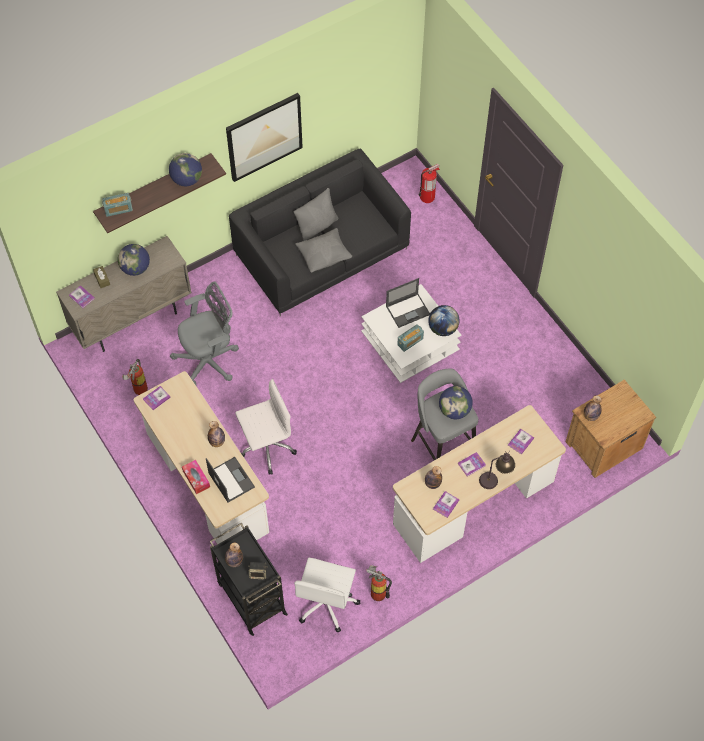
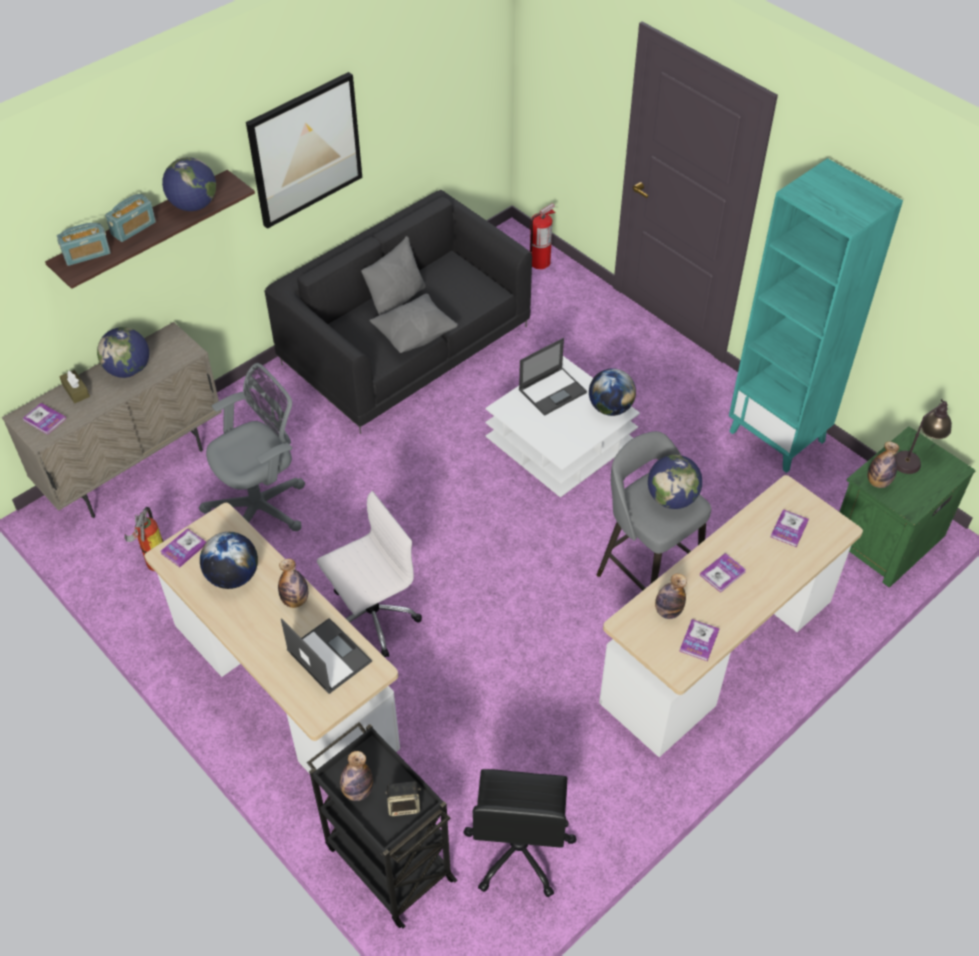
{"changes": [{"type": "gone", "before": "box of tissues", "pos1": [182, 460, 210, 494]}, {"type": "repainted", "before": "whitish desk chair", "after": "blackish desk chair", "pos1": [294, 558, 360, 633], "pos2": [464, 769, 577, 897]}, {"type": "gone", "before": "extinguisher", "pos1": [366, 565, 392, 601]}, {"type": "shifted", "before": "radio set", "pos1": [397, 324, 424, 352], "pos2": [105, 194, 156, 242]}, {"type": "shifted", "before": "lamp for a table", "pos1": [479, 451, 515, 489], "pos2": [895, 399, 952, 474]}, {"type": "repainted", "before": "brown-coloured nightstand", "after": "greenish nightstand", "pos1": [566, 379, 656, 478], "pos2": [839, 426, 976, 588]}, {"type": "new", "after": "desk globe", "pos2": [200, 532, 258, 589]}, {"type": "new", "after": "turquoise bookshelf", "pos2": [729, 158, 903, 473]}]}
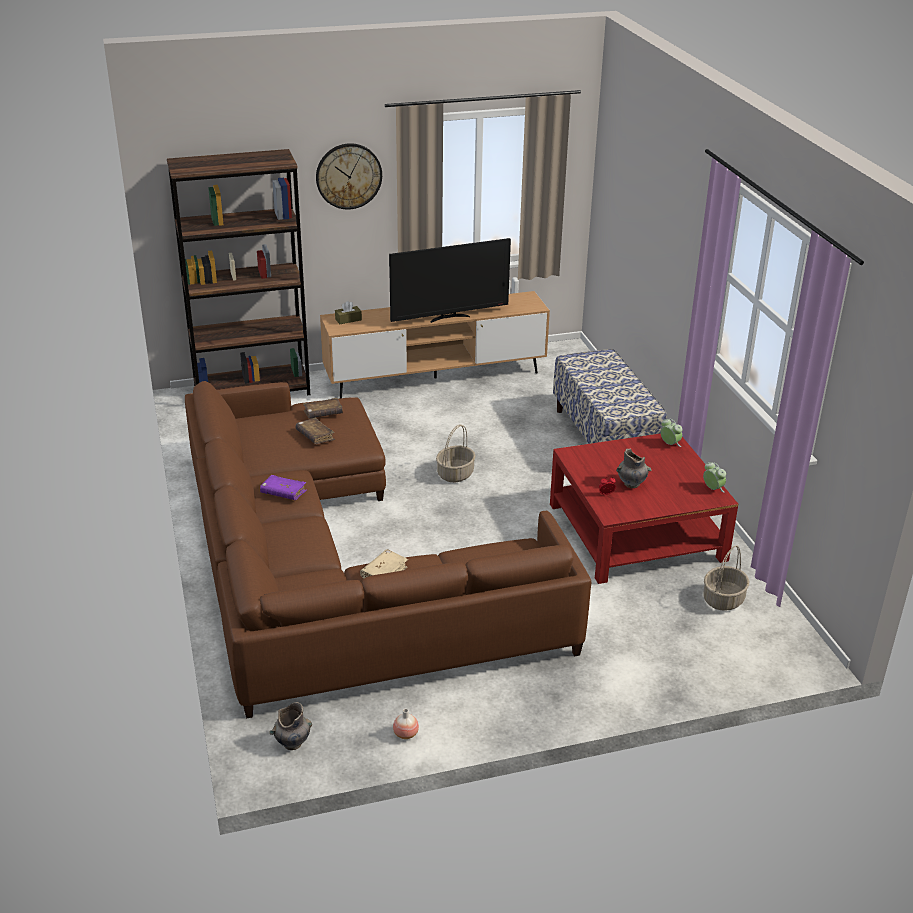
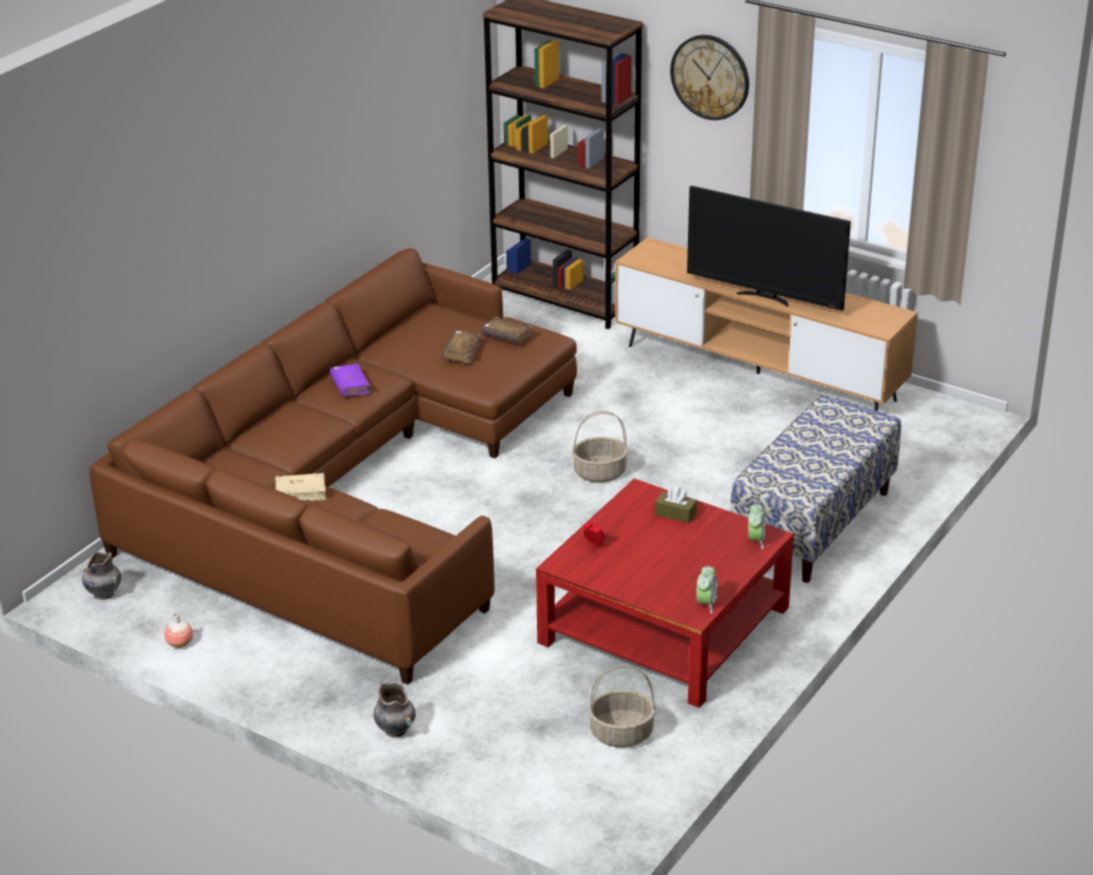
{"changes": [{"type": "shifted", "before": "brown-coloured box of tissues", "pos1": [335, 301, 362, 324], "pos2": [655, 487, 697, 523]}, {"type": "shifted", "before": "grey vase", "pos1": [616, 449, 652, 488], "pos2": [373, 681, 416, 737]}]}
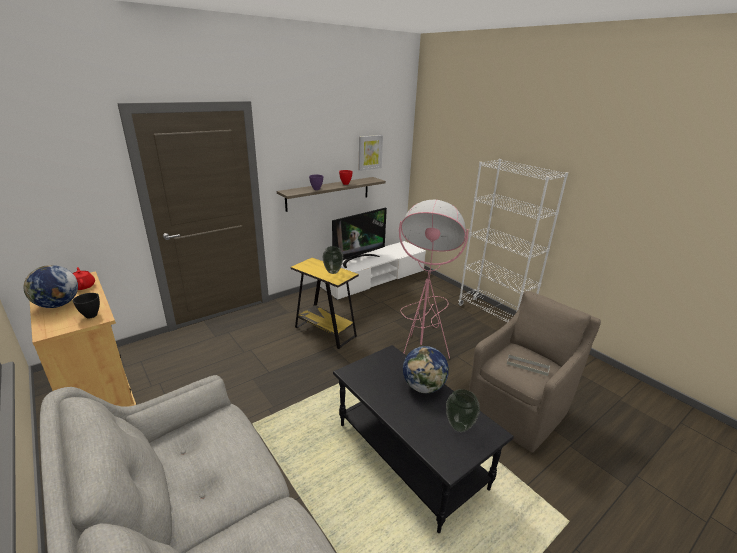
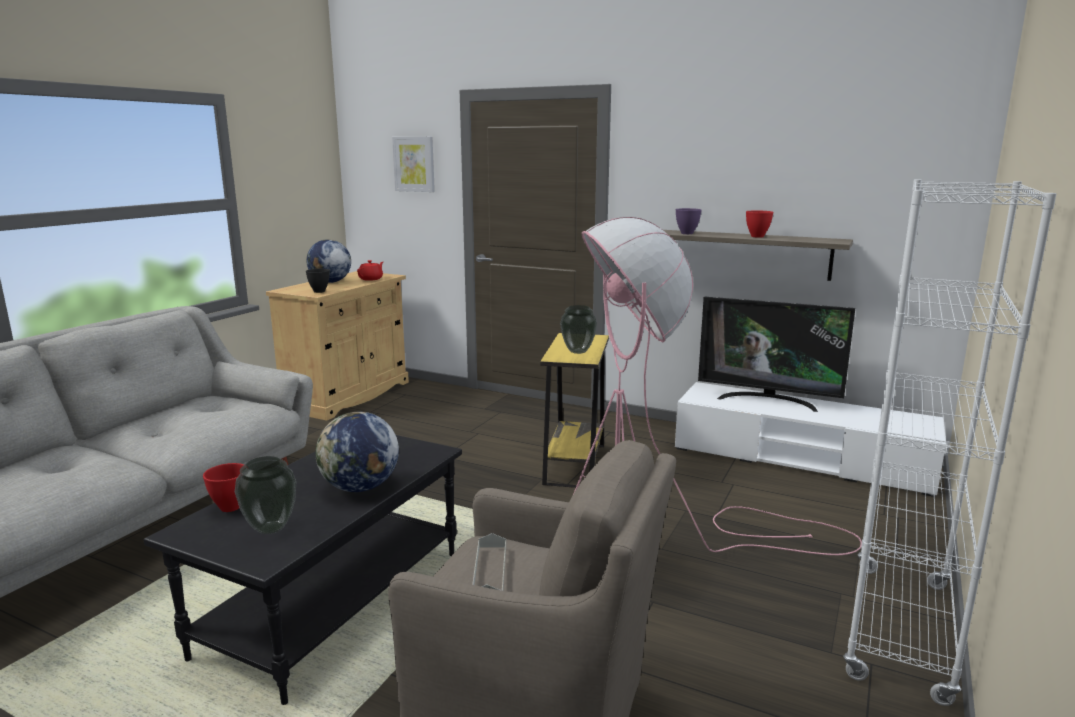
{"changes": [{"type": "shifted", "before": "wall art", "pos1": [359, 135, 383, 171], "pos2": [392, 137, 435, 192]}, {"type": "new", "after": "red deep dish", "pos2": [203, 463, 244, 512]}]}
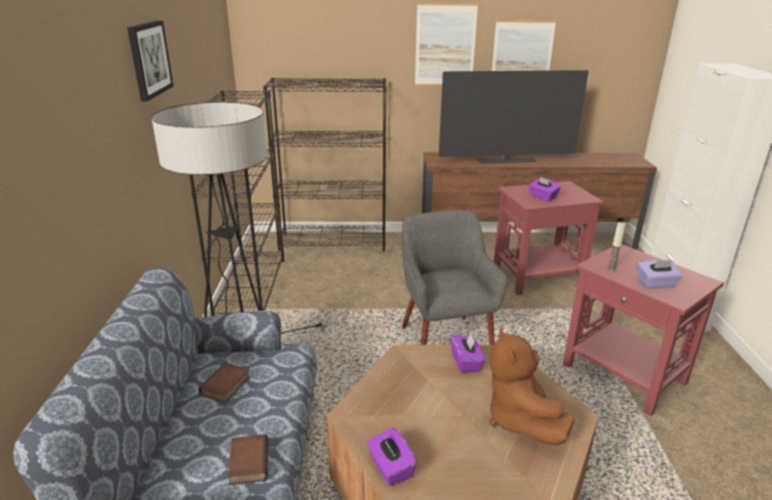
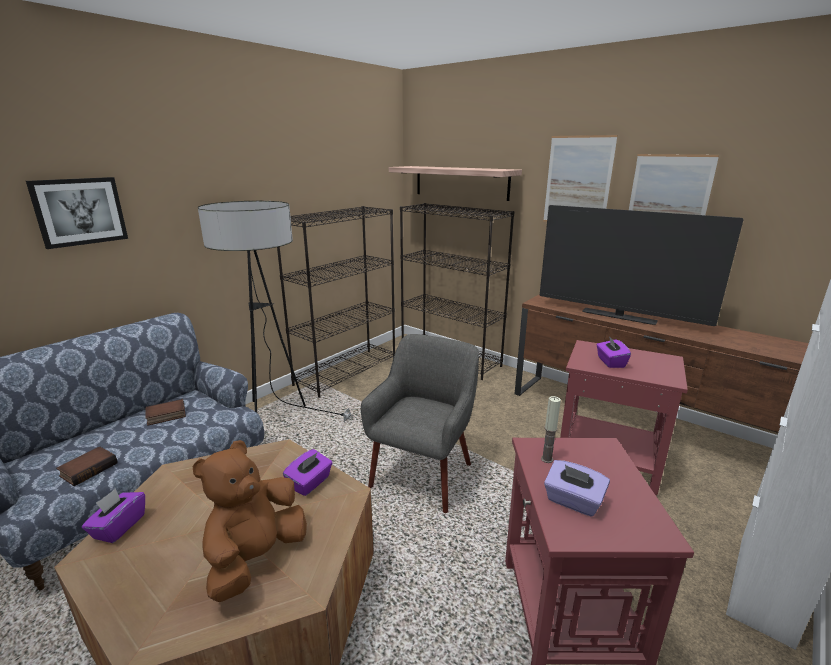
{"changes": [{"type": "shifted", "before": "wall art", "pos1": [127, 20, 174, 101], "pos2": [26, 177, 128, 249]}, {"type": "new", "after": "shelf", "pos2": [389, 166, 522, 201]}]}
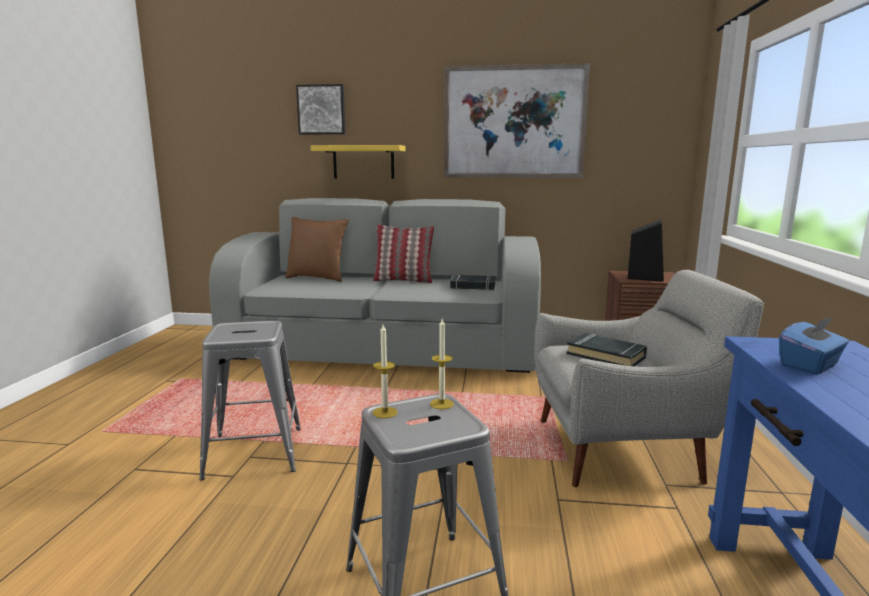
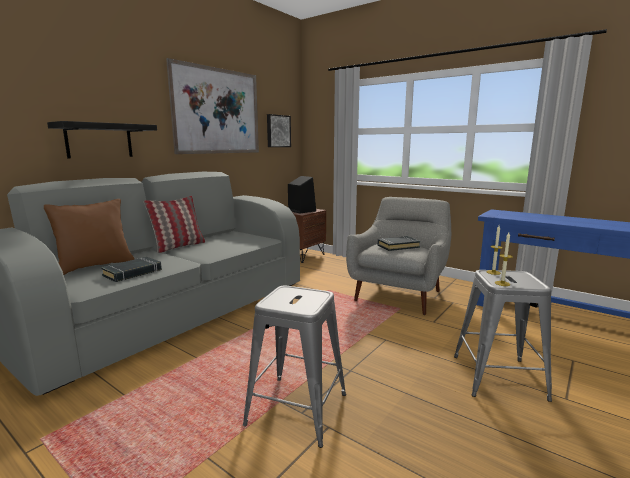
{"changes": [{"type": "shifted", "before": "wall art", "pos1": [296, 84, 346, 134], "pos2": [267, 114, 291, 147]}, {"type": "repainted", "before": "yellow shelf", "after": "blackish shelf", "pos1": [311, 145, 406, 179], "pos2": [47, 121, 157, 158]}, {"type": "shifted", "before": "blackish book", "pos1": [450, 275, 495, 290], "pos2": [101, 257, 162, 282]}, {"type": "gone", "before": "blue box of tissues", "pos1": [779, 317, 849, 375]}]}
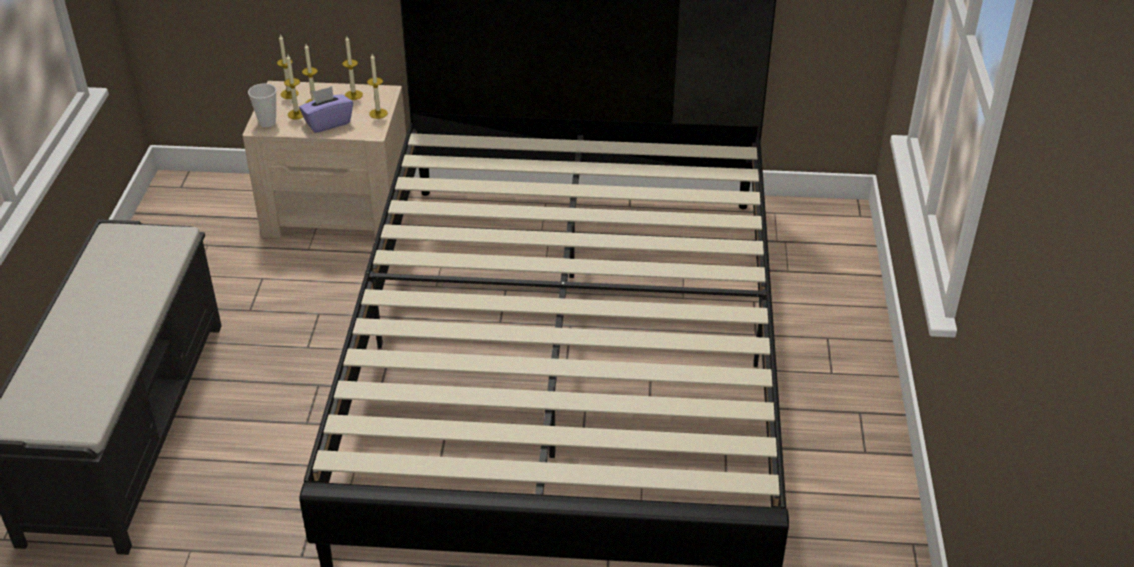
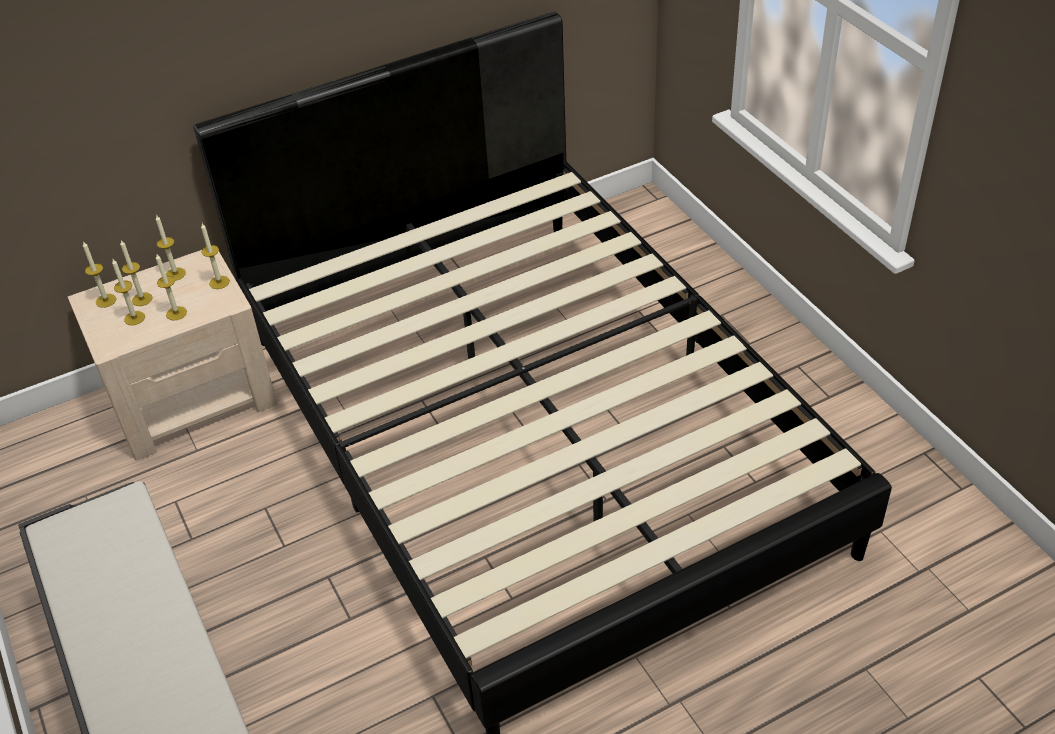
{"changes": [{"type": "gone", "before": "cup", "pos1": [248, 83, 277, 127]}, {"type": "swapped", "before": "purple-coloured box of tissues", "after": "wax light", "pos1": [299, 86, 353, 133], "pos2": [156, 254, 187, 321]}]}
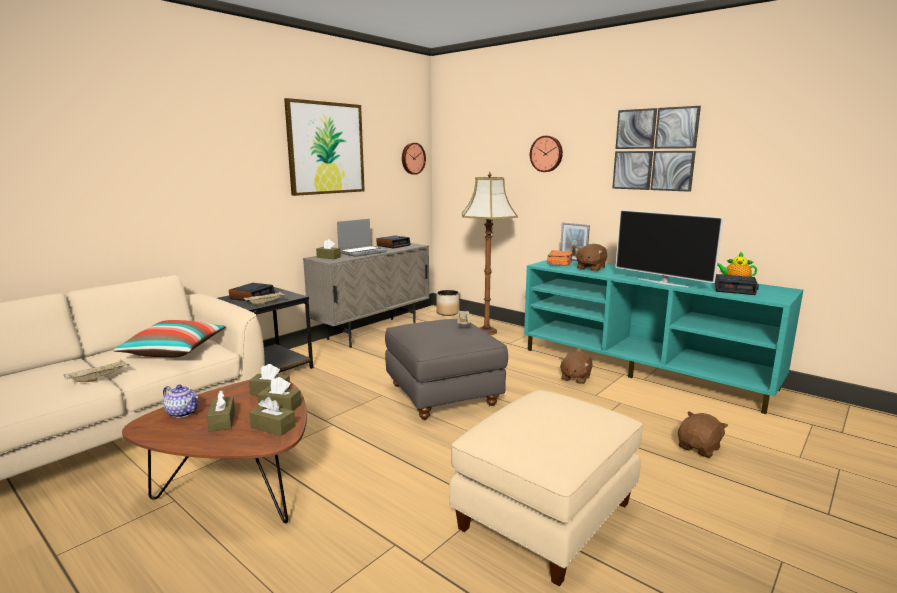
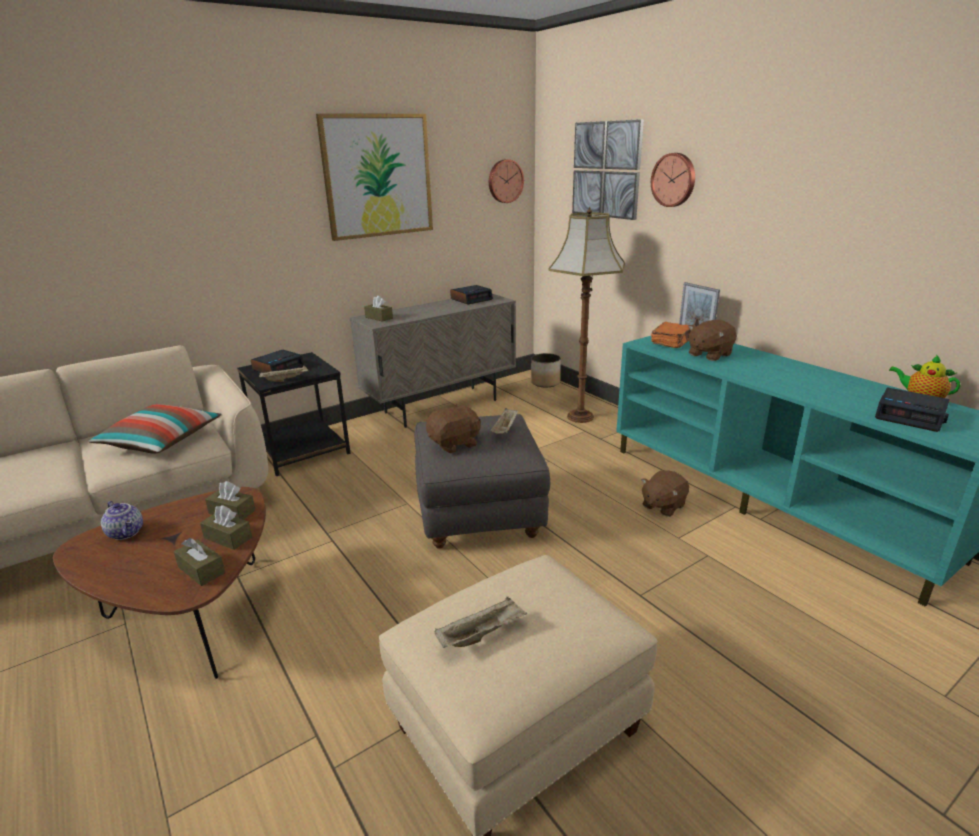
{"changes": [{"type": "shifted", "before": "beige carrying tray", "pos1": [63, 359, 129, 382], "pos2": [435, 597, 527, 648]}, {"type": "gone", "before": "brown-coloured box of tissues", "pos1": [207, 390, 235, 432]}, {"type": "gone", "before": "notebook computer", "pos1": [337, 219, 387, 257]}, {"type": "shifted", "before": "wall art", "pos1": [612, 106, 701, 192], "pos2": [572, 119, 644, 220]}, {"type": "gone", "before": "television", "pos1": [615, 210, 723, 287]}, {"type": "shifted", "before": "brown-coloured soft toy", "pos1": [678, 411, 728, 458], "pos2": [426, 404, 481, 453]}]}
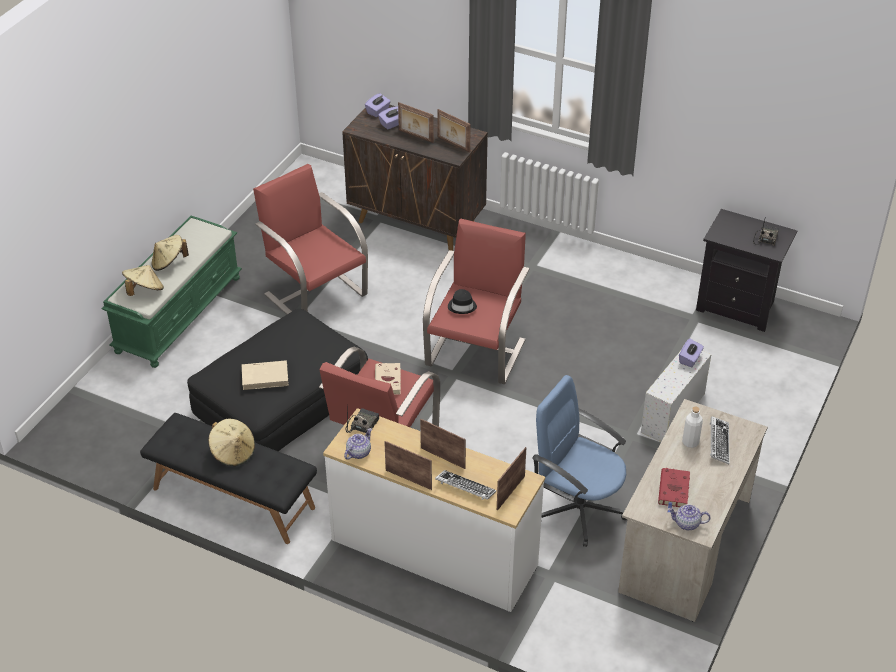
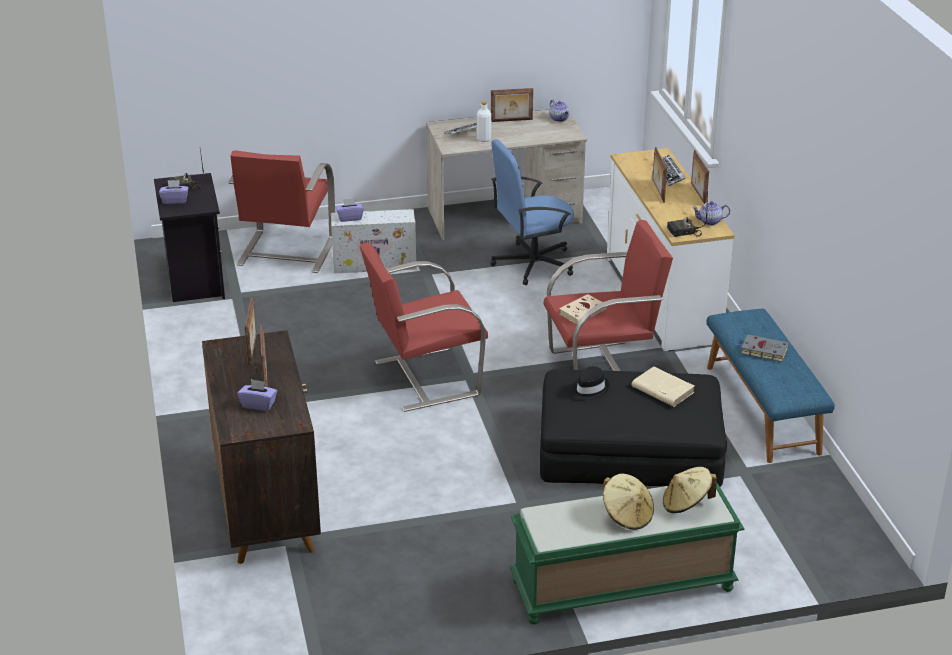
{"changes": [{"type": "repainted", "before": "blackish long seat", "after": "blue long seat", "pos1": [140, 413, 317, 544], "pos2": [707, 309, 835, 463]}, {"type": "swapped", "before": "beige clothing hat", "after": "grey book", "pos1": [208, 419, 255, 466], "pos2": [736, 335, 789, 362]}, {"type": "shifted", "before": "red armchair", "pos1": [253, 164, 368, 314], "pos2": [228, 150, 335, 273]}, {"type": "shifted", "before": "purple-coloured box of tissues", "pos1": [365, 93, 391, 117], "pos2": [159, 180, 189, 204]}, {"type": "shifted", "before": "blackish clothing hat", "pos1": [448, 289, 477, 314], "pos2": [572, 366, 609, 400]}, {"type": "shifted", "before": "picture frame", "pos1": [497, 447, 527, 511], "pos2": [491, 88, 533, 122]}, {"type": "rotated", "before": "blue desk chair", "pos1": [532, 375, 627, 547], "pos2": [490, 139, 574, 285], "turn": 75}, {"type": "gone", "before": "red book", "pos1": [658, 468, 690, 513]}]}
